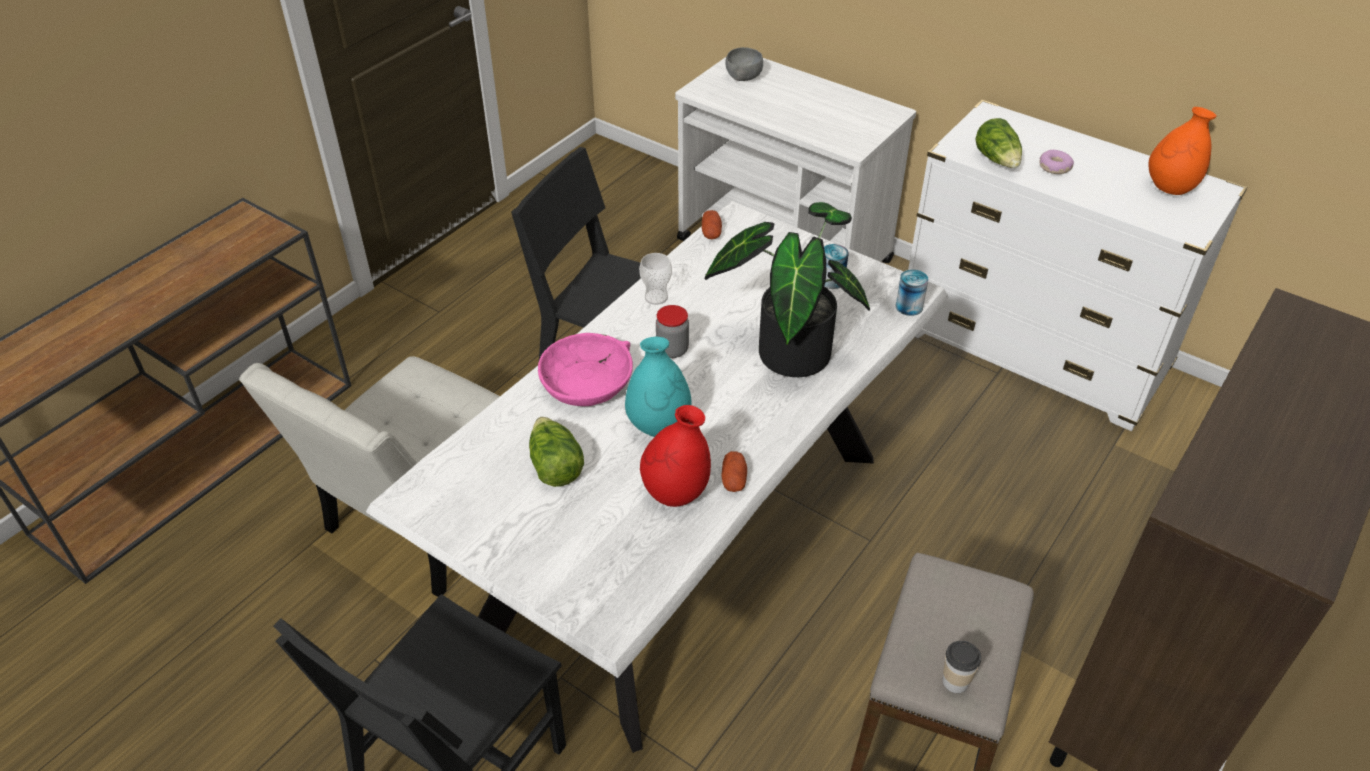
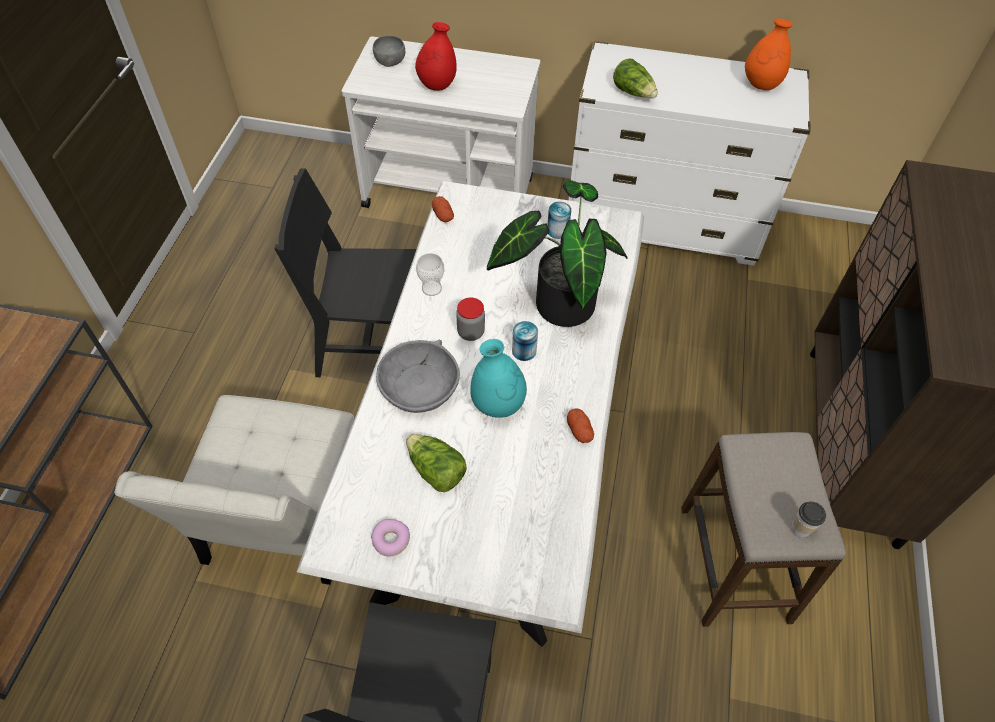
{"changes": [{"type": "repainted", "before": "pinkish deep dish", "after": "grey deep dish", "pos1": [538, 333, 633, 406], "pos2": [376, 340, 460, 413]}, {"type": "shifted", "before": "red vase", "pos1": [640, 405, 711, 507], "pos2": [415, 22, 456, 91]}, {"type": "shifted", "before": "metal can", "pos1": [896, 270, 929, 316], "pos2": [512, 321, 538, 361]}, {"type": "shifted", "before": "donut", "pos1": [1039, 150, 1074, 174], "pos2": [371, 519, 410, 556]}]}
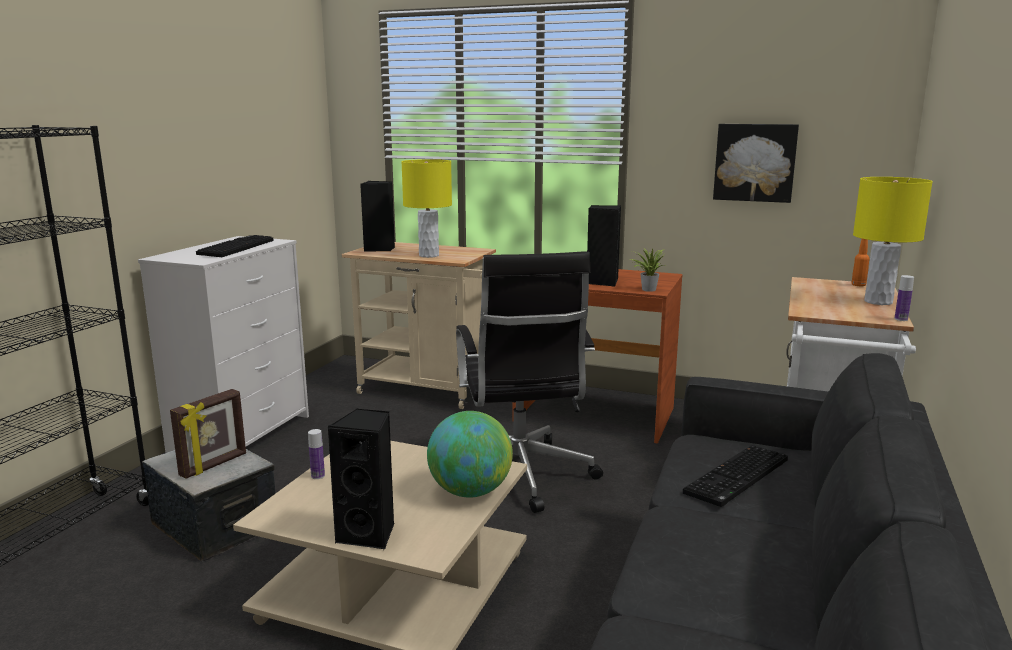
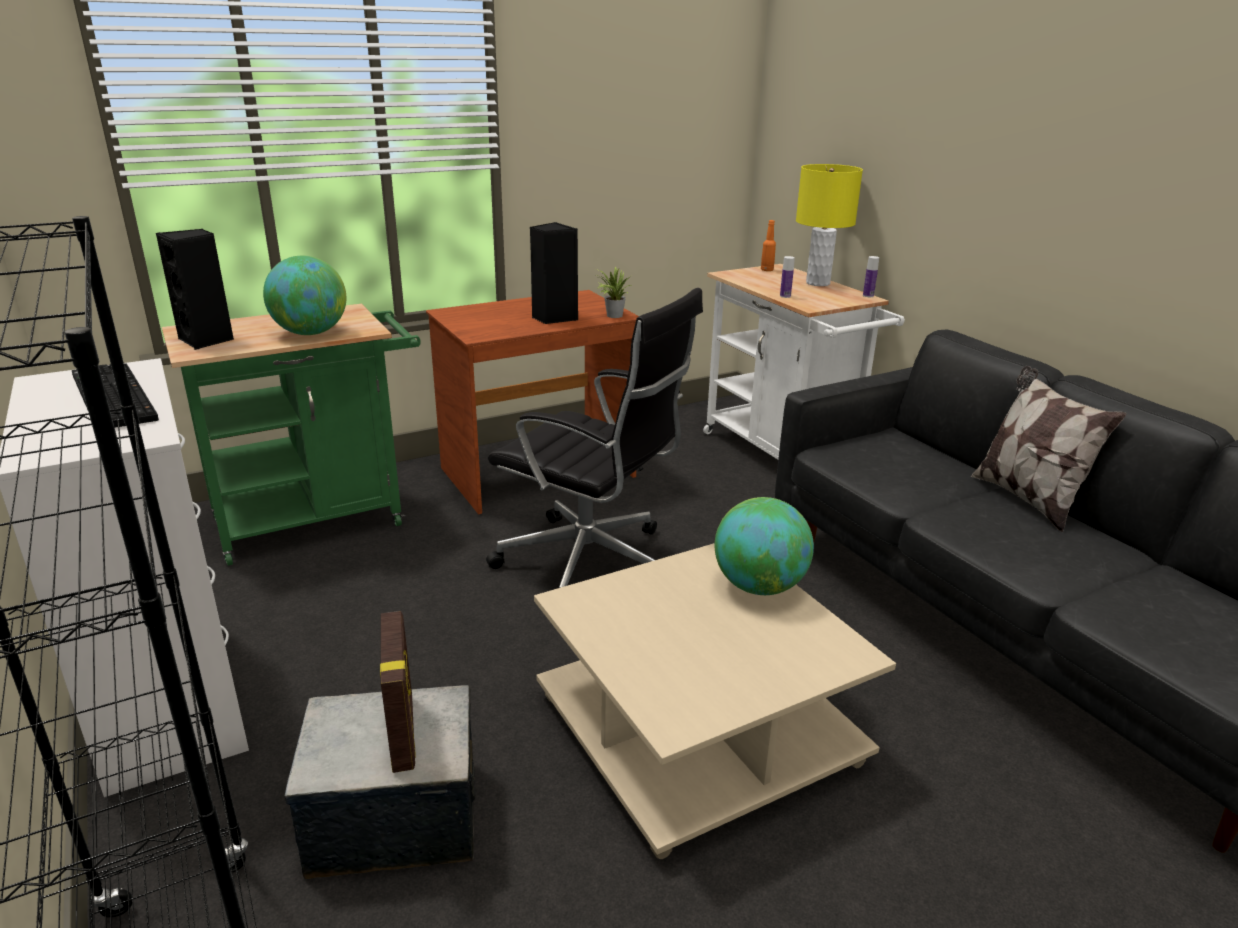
{"changes": [{"type": "shifted", "before": "drink bottle", "pos1": [308, 429, 325, 479], "pos2": [780, 256, 795, 298]}, {"type": "gone", "before": "blackish speaker", "pos1": [328, 408, 395, 550]}, {"type": "repainted", "before": "beige trolley", "after": "greenish trolley", "pos1": [341, 242, 496, 409], "pos2": [162, 304, 421, 566]}, {"type": "swapped", "before": "yellow lamp for a table", "after": "desk globe", "pos1": [401, 159, 452, 258], "pos2": [263, 256, 346, 335]}, {"type": "gone", "before": "computer keyboard", "pos1": [683, 445, 788, 507]}, {"type": "gone", "before": "wall art", "pos1": [713, 124, 799, 203]}, {"type": "new", "after": "cushion", "pos2": [971, 366, 1127, 532]}]}
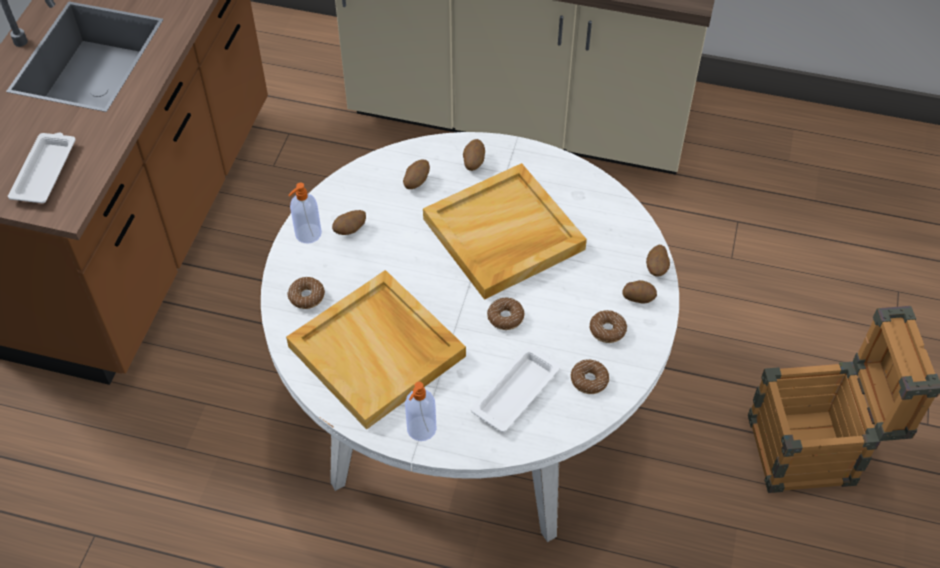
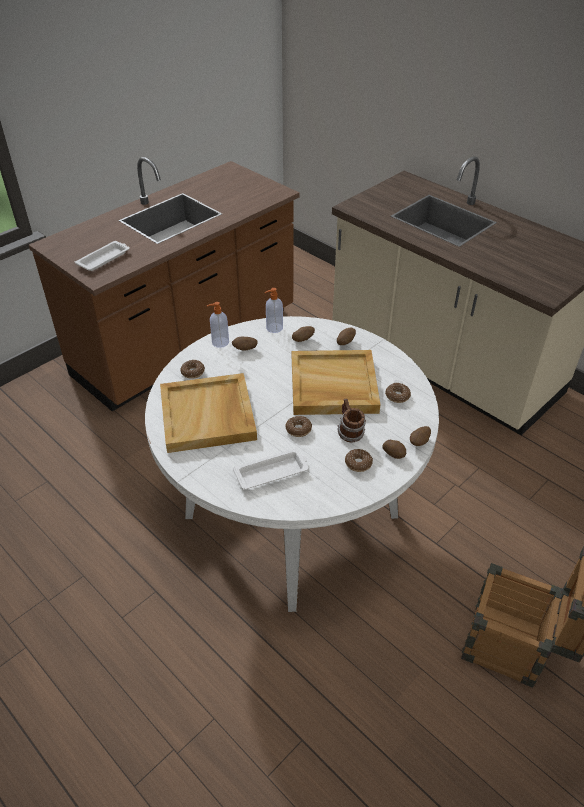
{"changes": [{"type": "shifted", "before": "liquid soap bottle", "pos1": [405, 382, 436, 441], "pos2": [265, 288, 283, 333]}, {"type": "shifted", "before": "donut", "pos1": [571, 359, 609, 394], "pos2": [385, 383, 411, 403]}, {"type": "new", "after": "coffee mug", "pos2": [338, 398, 366, 443]}]}
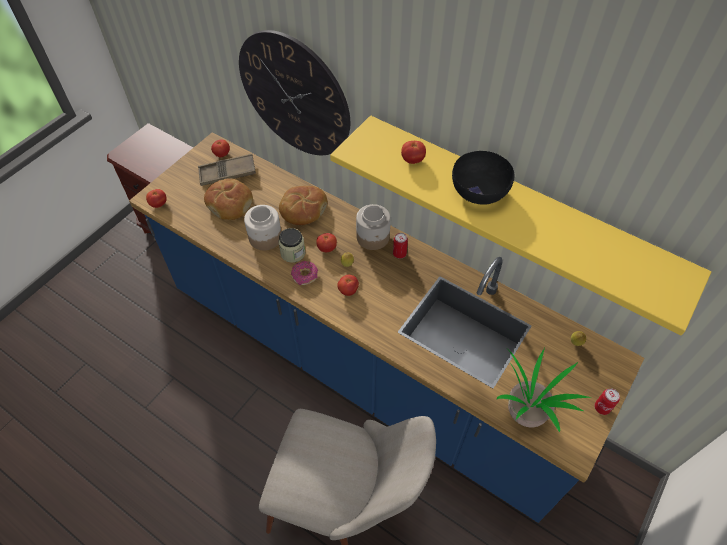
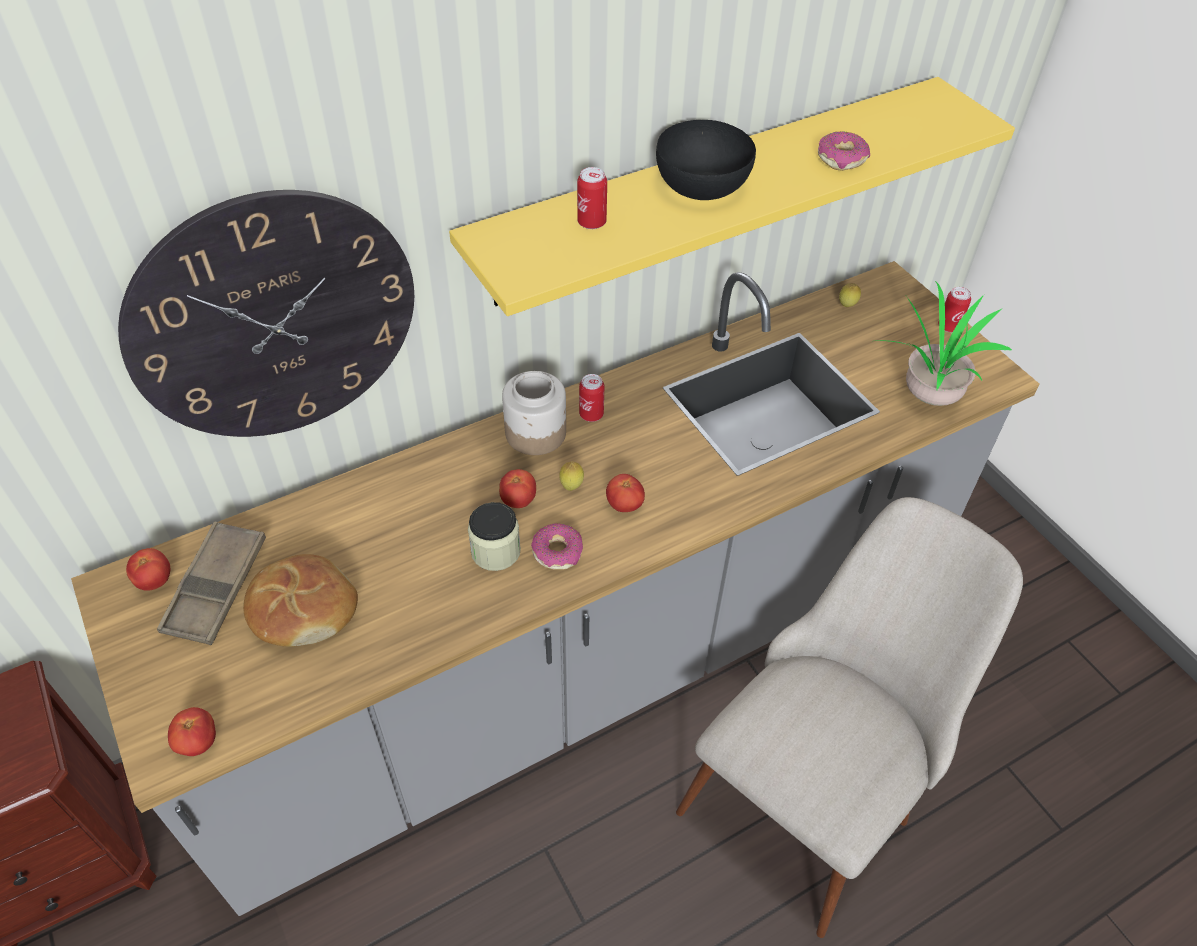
{"changes": [{"type": "repainted", "before": "blue kitchen counter", "after": "grey kitchen counter", "pos1": [129, 132, 644, 523], "pos2": [71, 261, 1040, 916]}, {"type": "gone", "before": "storage jar", "pos1": [244, 205, 281, 250]}, {"type": "gone", "before": "baked bread", "pos1": [279, 186, 327, 225]}, {"type": "swapped", "before": "whole tomato", "after": "metal can", "pos1": [401, 141, 426, 164], "pos2": [577, 167, 607, 229]}, {"type": "new", "after": "donut", "pos2": [818, 131, 870, 171]}]}
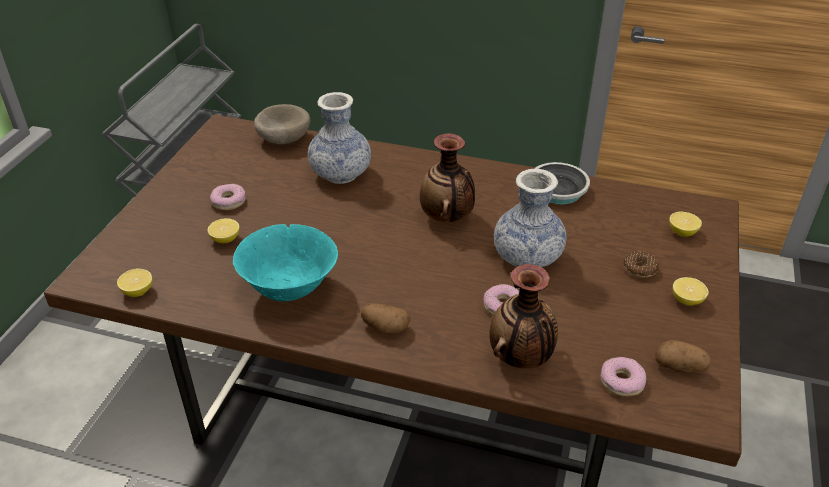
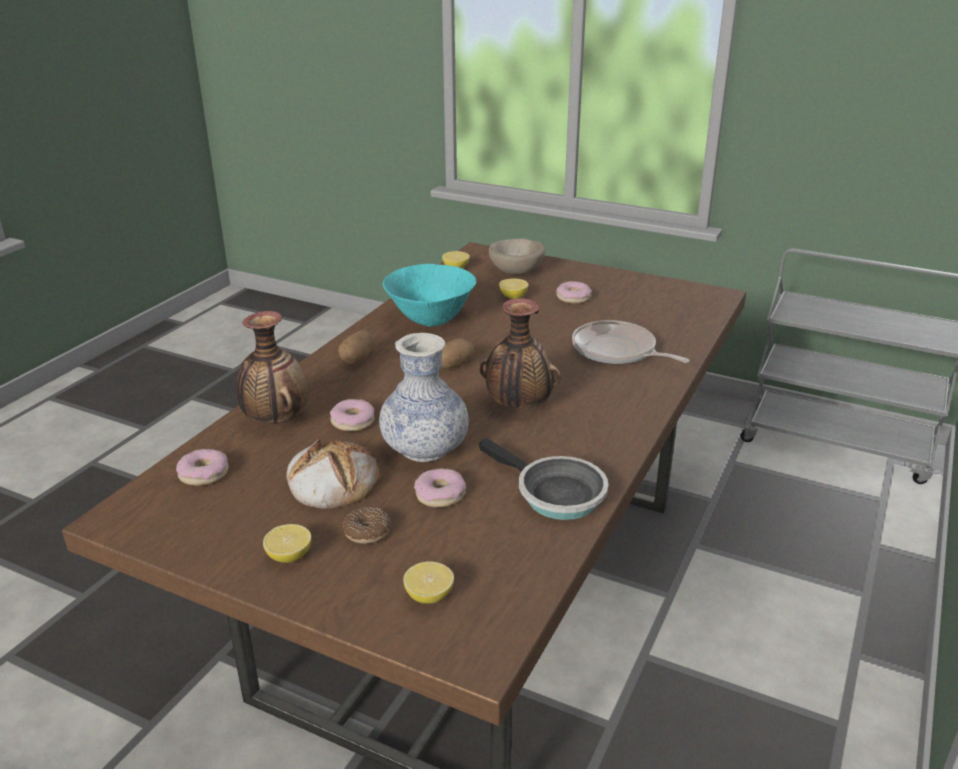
{"changes": [{"type": "shifted", "before": "beige deep dish", "pos1": [254, 104, 310, 144], "pos2": [489, 238, 545, 275]}, {"type": "swapped", "before": "vase", "after": "pan", "pos1": [308, 92, 371, 184], "pos2": [572, 320, 690, 364]}, {"type": "shifted", "before": "potato", "pos1": [655, 340, 711, 374], "pos2": [442, 338, 474, 369]}, {"type": "new", "after": "baked bread", "pos2": [286, 439, 381, 509]}, {"type": "new", "after": "donut", "pos2": [414, 468, 466, 508]}]}
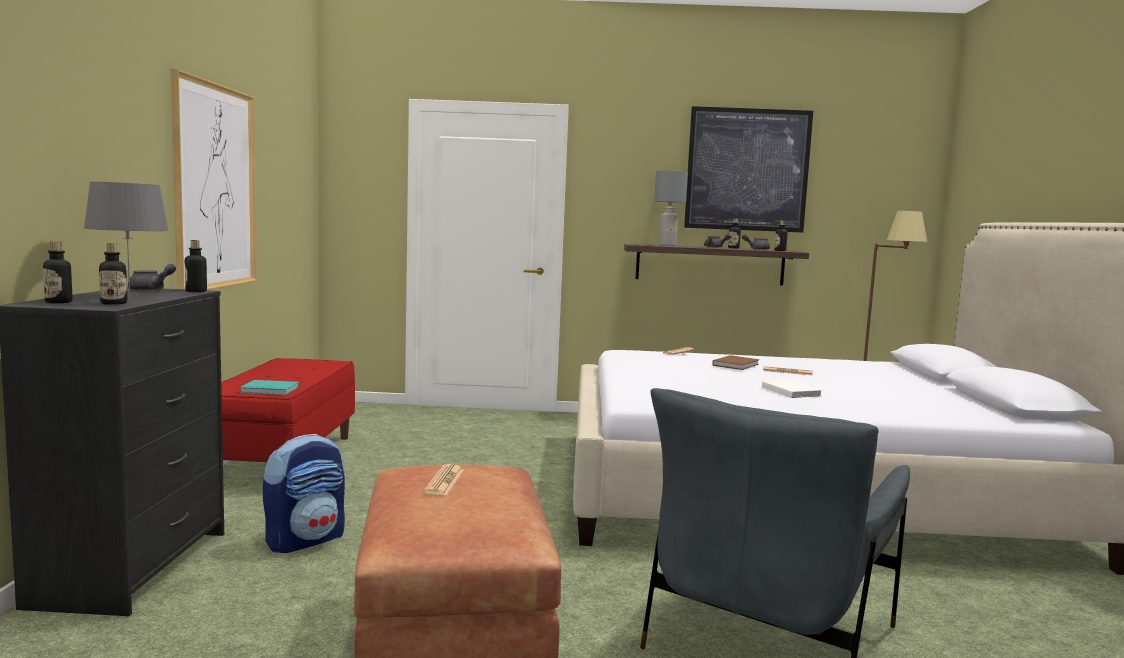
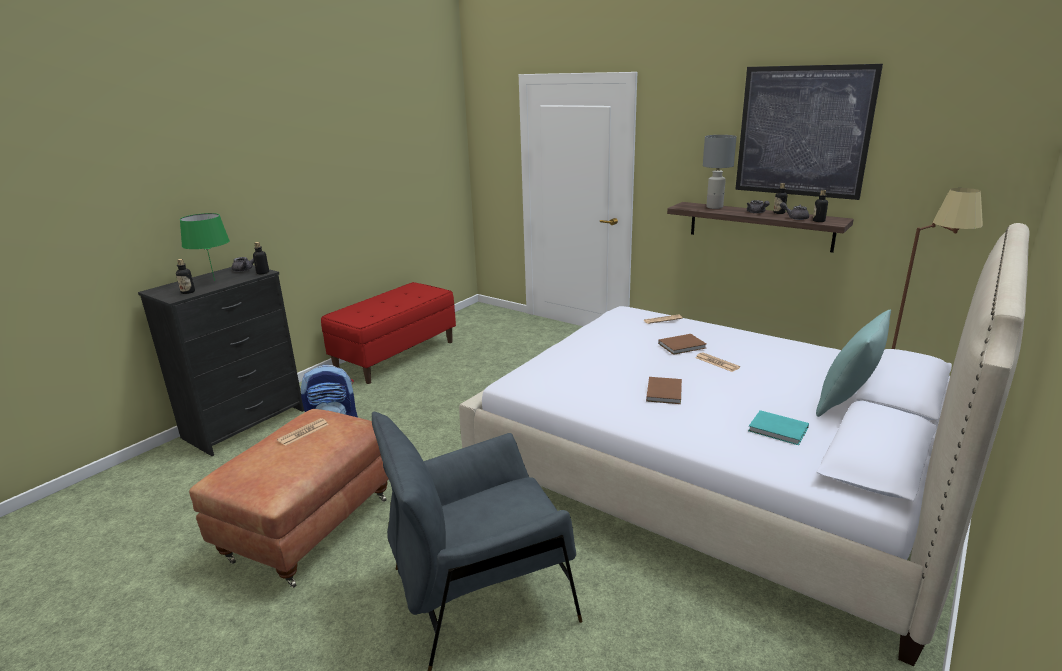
{"changes": [{"type": "gone", "before": "drink bottle", "pos1": [43, 241, 73, 303]}, {"type": "repainted", "before": "grey lamp for a table", "after": "greenish lamp for a table", "pos1": [84, 182, 169, 297], "pos2": [180, 213, 230, 281]}, {"type": "gone", "before": "wall art", "pos1": [171, 68, 257, 290]}, {"type": "shifted", "before": "turquoise book", "pos1": [239, 380, 299, 395], "pos2": [748, 410, 809, 445]}, {"type": "repainted", "before": "whitish book", "after": "brown-coloured book", "pos1": [762, 380, 823, 398], "pos2": [646, 377, 682, 404]}, {"type": "new", "after": "turquoise cushion", "pos2": [816, 309, 891, 417]}]}
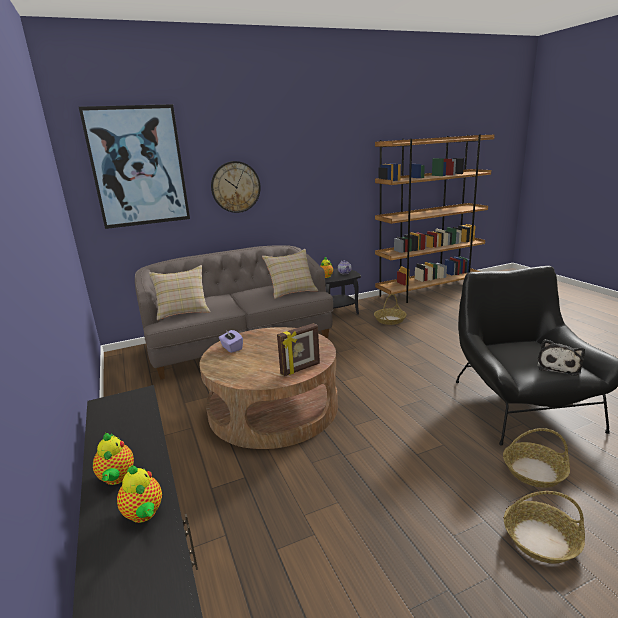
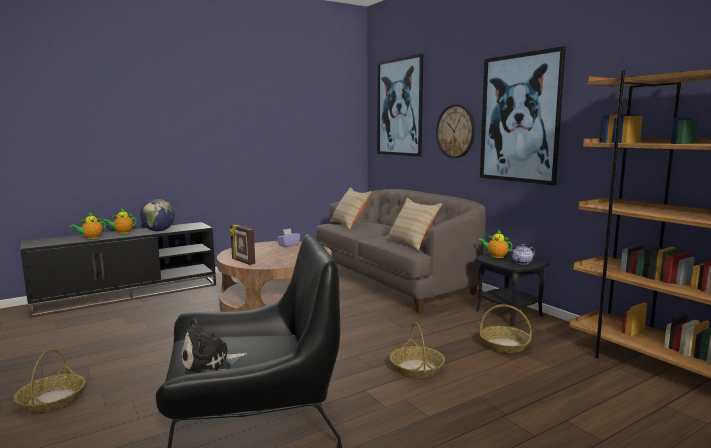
{"changes": [{"type": "shifted", "before": "household basket", "pos1": [503, 428, 570, 488], "pos2": [390, 322, 445, 378]}, {"type": "rotated", "before": "soft toy", "pos1": [537, 339, 585, 376], "pos2": [182, 318, 247, 374], "turn": -45}, {"type": "new", "after": "desk globe", "pos2": [140, 199, 175, 232]}, {"type": "new", "after": "wall art", "pos2": [480, 46, 566, 185]}]}
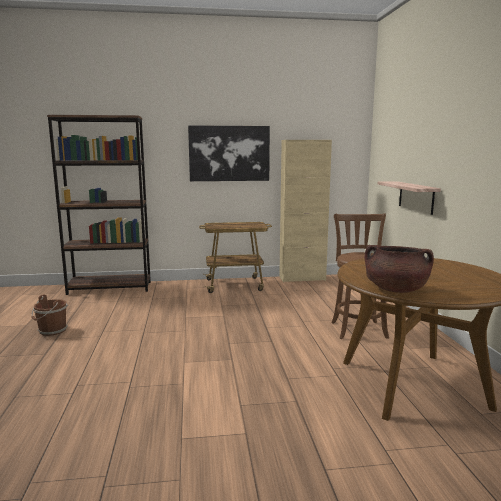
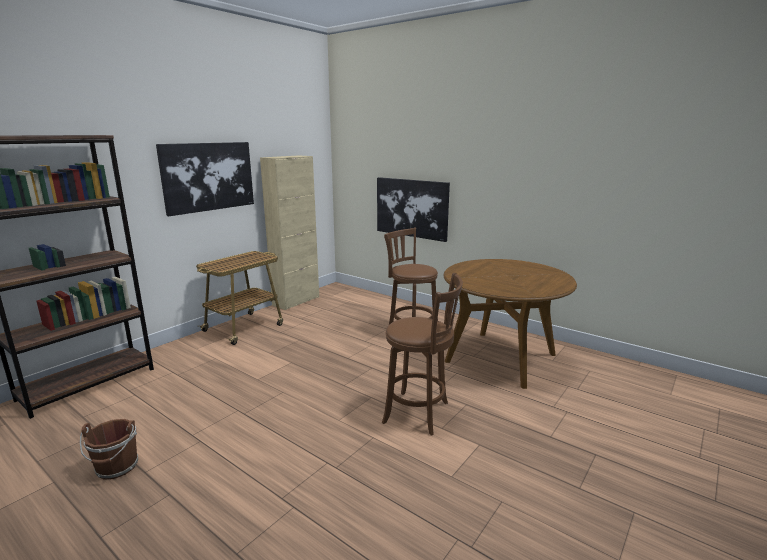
{"changes": [{"type": "gone", "before": "brown-coloured cooking pot", "pos1": [365, 245, 434, 293]}, {"type": "swapped", "before": "shelf", "after": "wall art", "pos1": [378, 181, 441, 215], "pos2": [377, 177, 450, 242]}, {"type": "new", "after": "brown-coloured stool", "pos2": [382, 273, 463, 435]}]}
